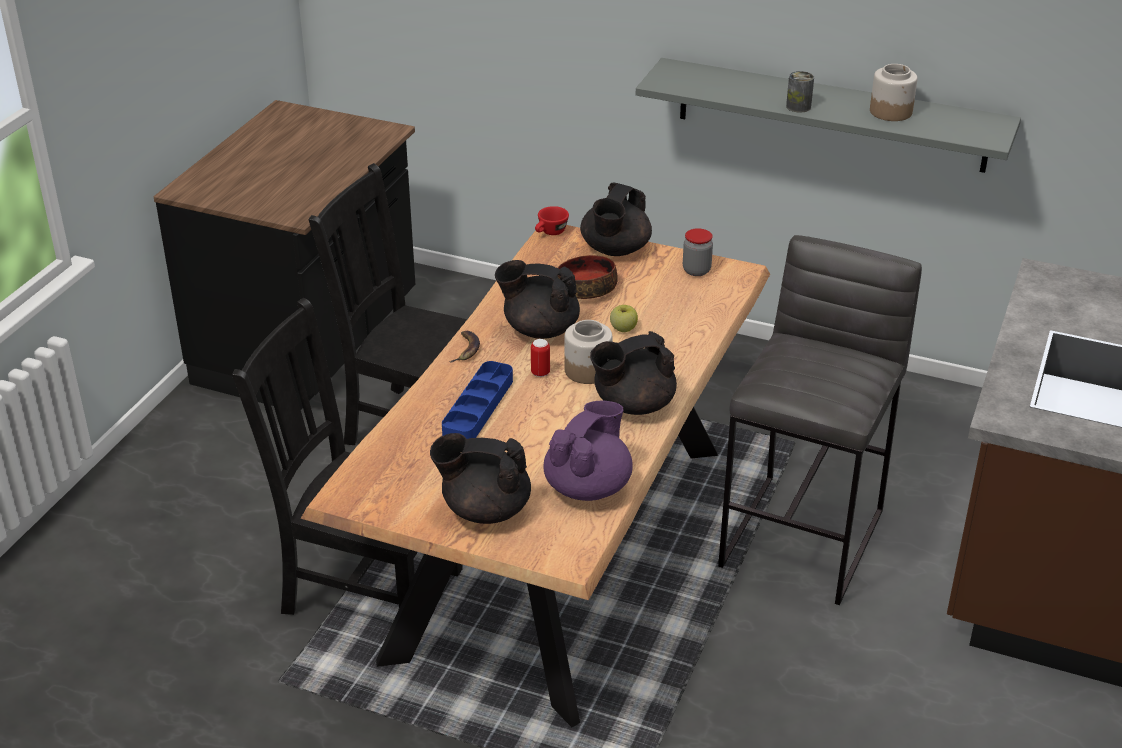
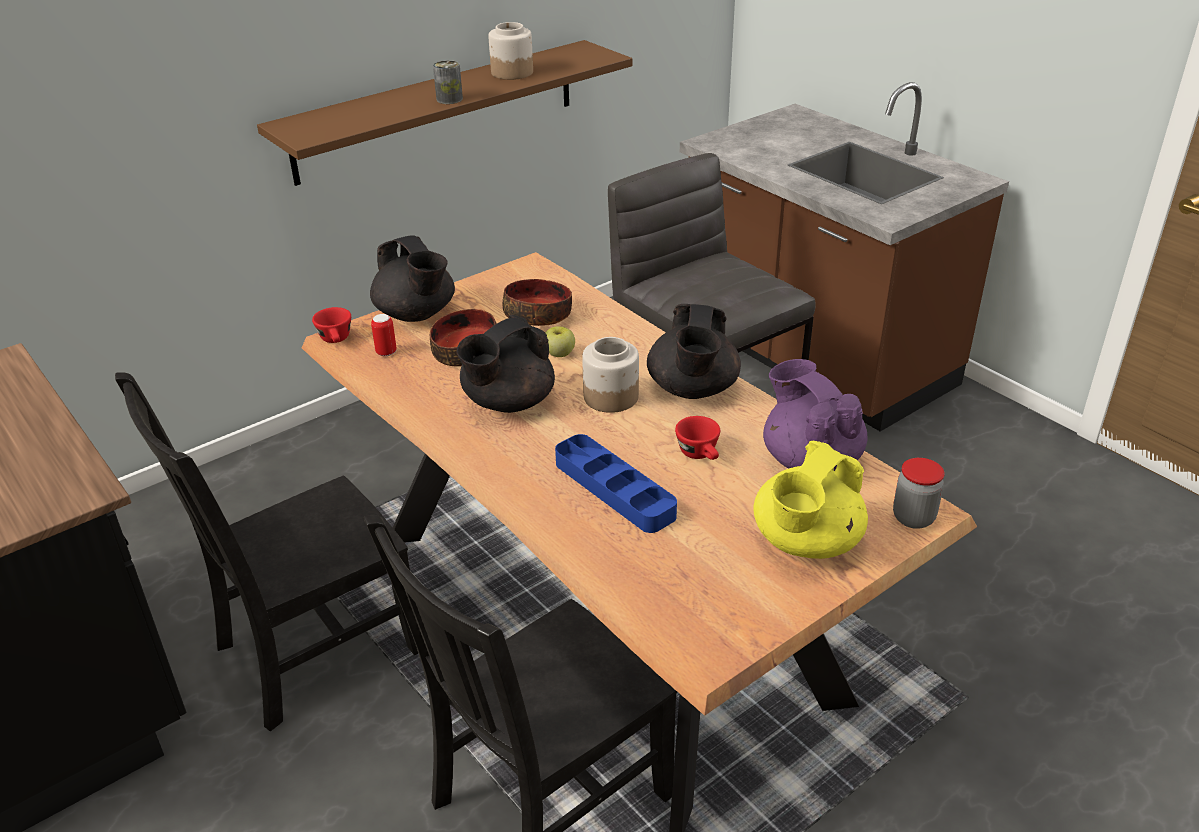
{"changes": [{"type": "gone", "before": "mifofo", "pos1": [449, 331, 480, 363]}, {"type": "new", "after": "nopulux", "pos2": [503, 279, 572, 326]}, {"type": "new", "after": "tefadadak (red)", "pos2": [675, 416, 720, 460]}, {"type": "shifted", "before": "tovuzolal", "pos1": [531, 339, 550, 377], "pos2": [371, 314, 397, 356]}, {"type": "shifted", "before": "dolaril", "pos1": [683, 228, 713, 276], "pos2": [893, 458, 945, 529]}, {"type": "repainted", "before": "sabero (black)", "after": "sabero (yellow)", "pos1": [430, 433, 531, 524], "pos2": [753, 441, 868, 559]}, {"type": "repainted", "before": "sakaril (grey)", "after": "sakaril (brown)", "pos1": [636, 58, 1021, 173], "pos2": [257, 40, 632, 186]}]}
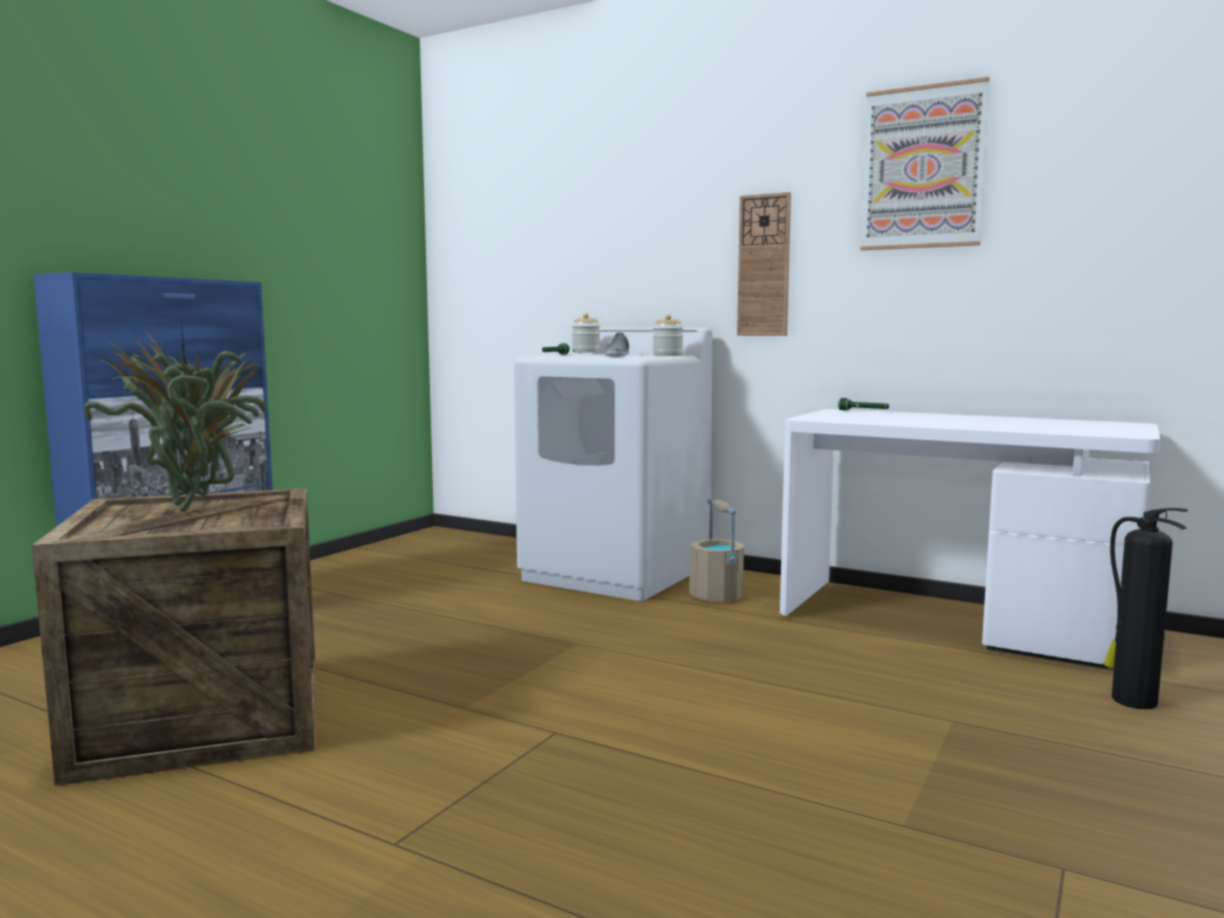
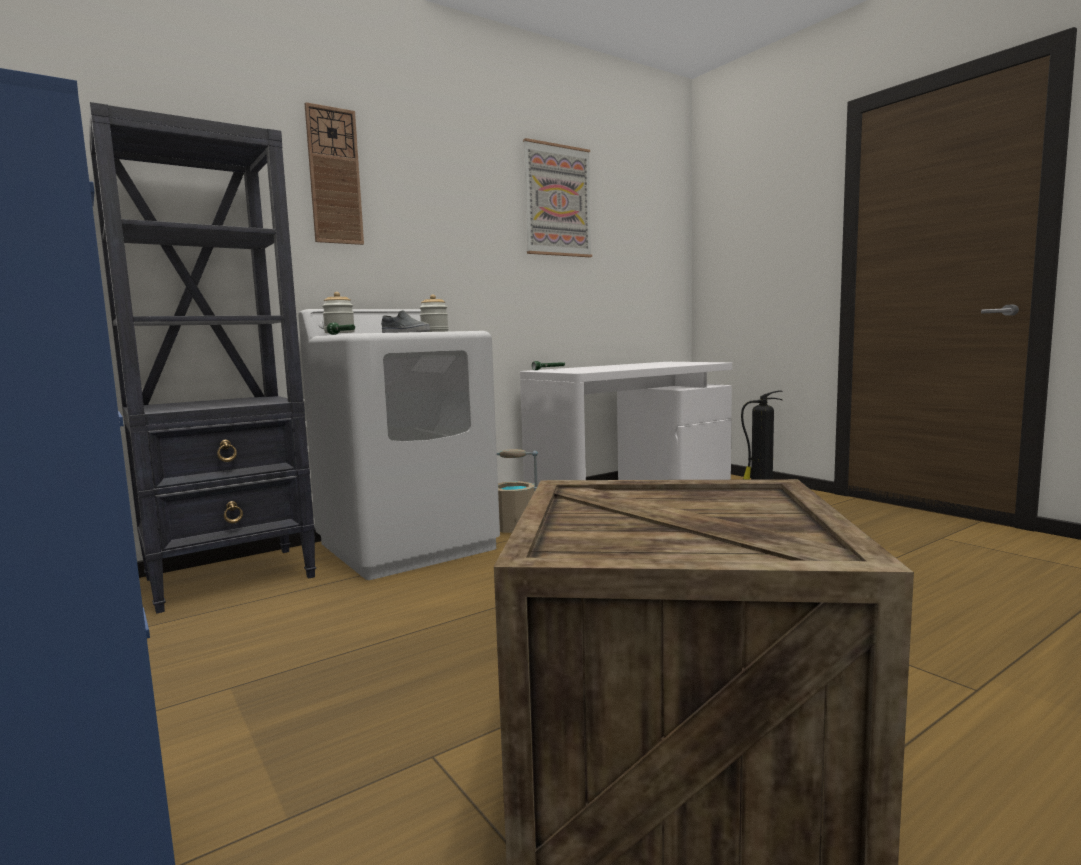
{"changes": [{"type": "gone", "before": "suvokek", "pos1": [84, 332, 267, 511]}, {"type": "new", "after": "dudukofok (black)", "pos2": [89, 102, 316, 614]}, {"type": "shifted", "before": "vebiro", "pos1": [737, 192, 791, 336], "pos2": [305, 102, 364, 245]}]}
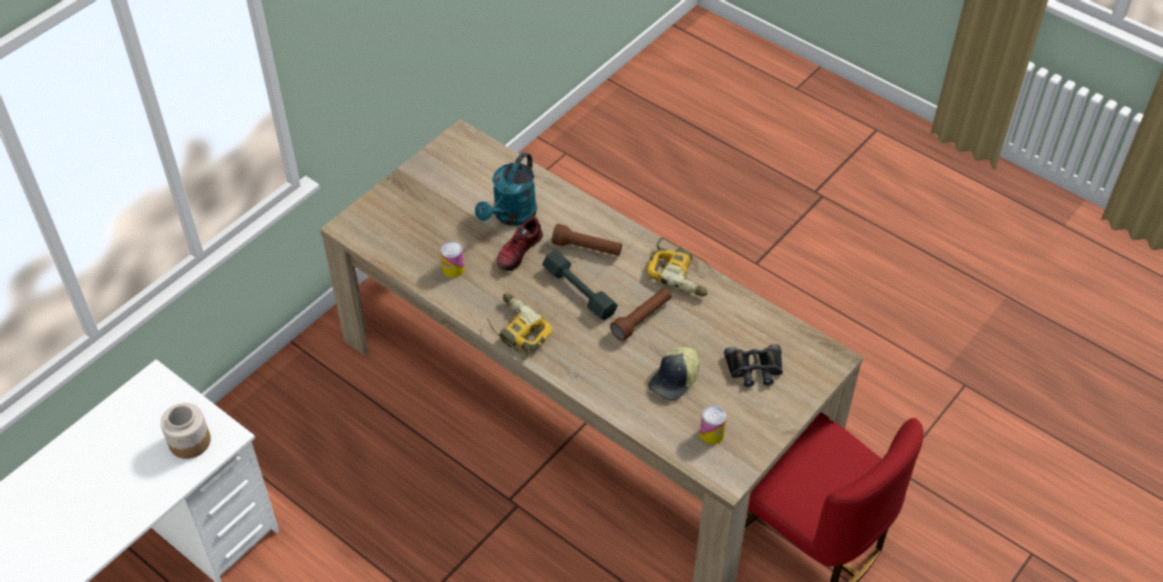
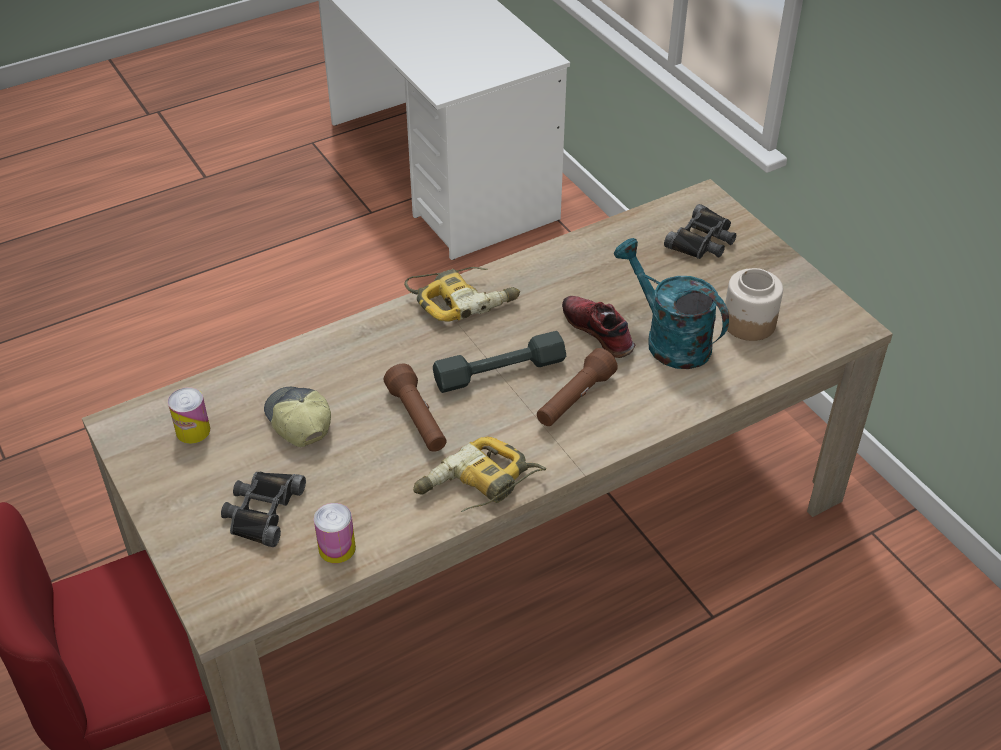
{"changes": [{"type": "new", "after": "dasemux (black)", "pos2": [664, 204, 736, 259]}, {"type": "shifted", "before": "dolaril", "pos1": [161, 403, 211, 459], "pos2": [725, 268, 783, 341]}, {"type": "shifted", "before": "tovuzolal", "pos1": [440, 241, 465, 278], "pos2": [314, 503, 356, 563]}]}
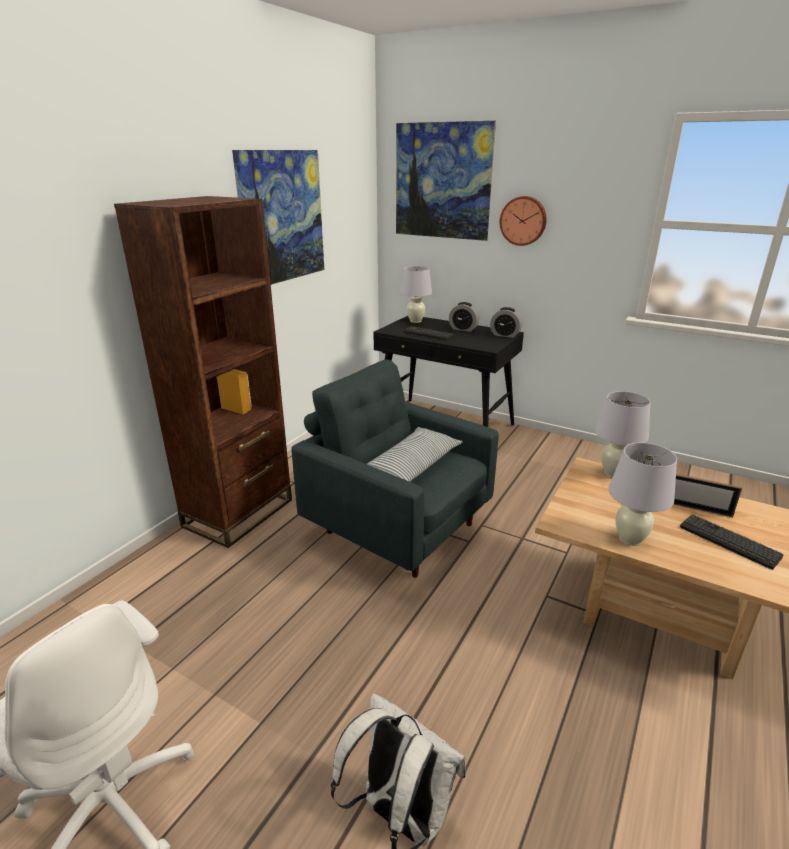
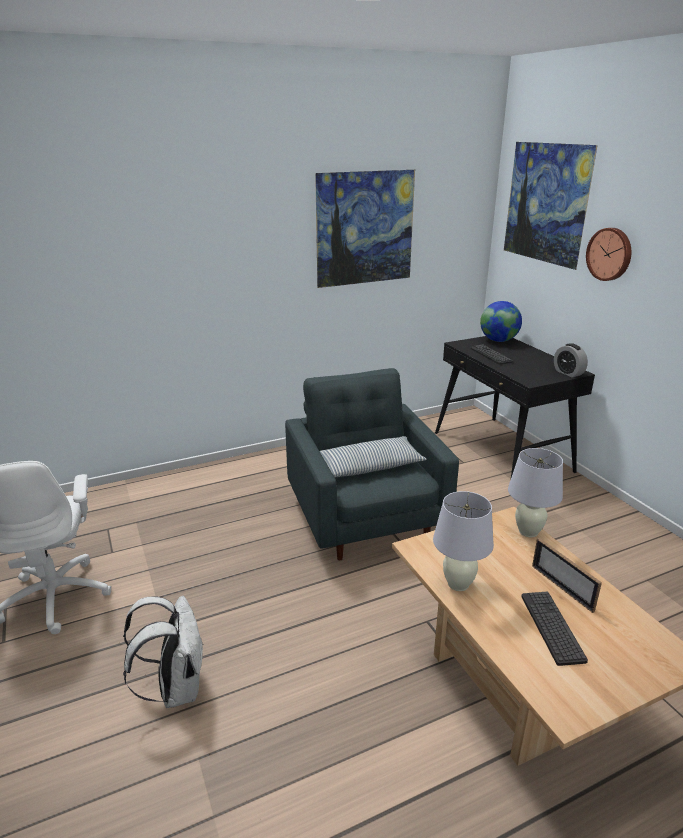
{"changes": [{"type": "gone", "before": "dudukofok (brown)", "pos1": [114, 196, 292, 548]}, {"type": "gone", "before": "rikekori", "pos1": [449, 302, 480, 332]}, {"type": "swapped", "before": "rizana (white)", "after": "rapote", "pos1": [400, 266, 432, 323], "pos2": [480, 301, 522, 342]}]}
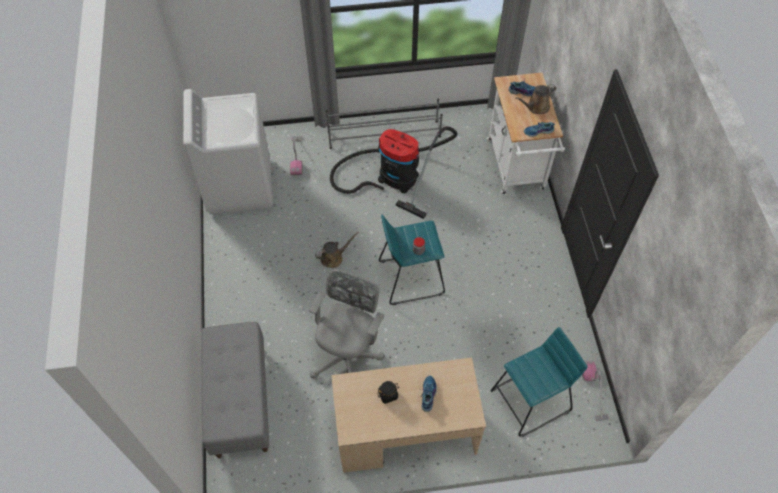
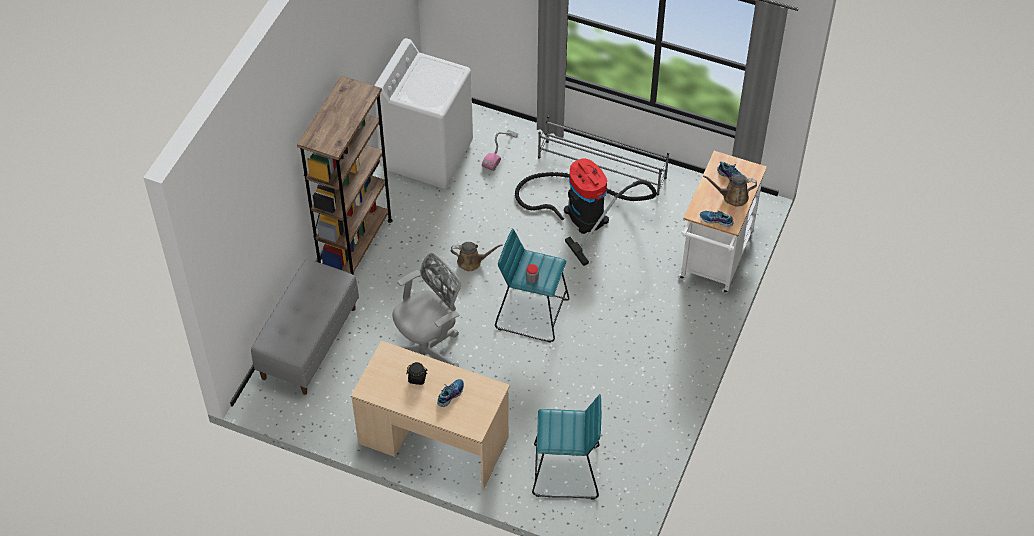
{"changes": [{"type": "gone", "before": "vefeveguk", "pos1": [582, 361, 609, 421]}, {"type": "new", "after": "dudukofok (brown)", "pos2": [297, 76, 393, 275]}]}
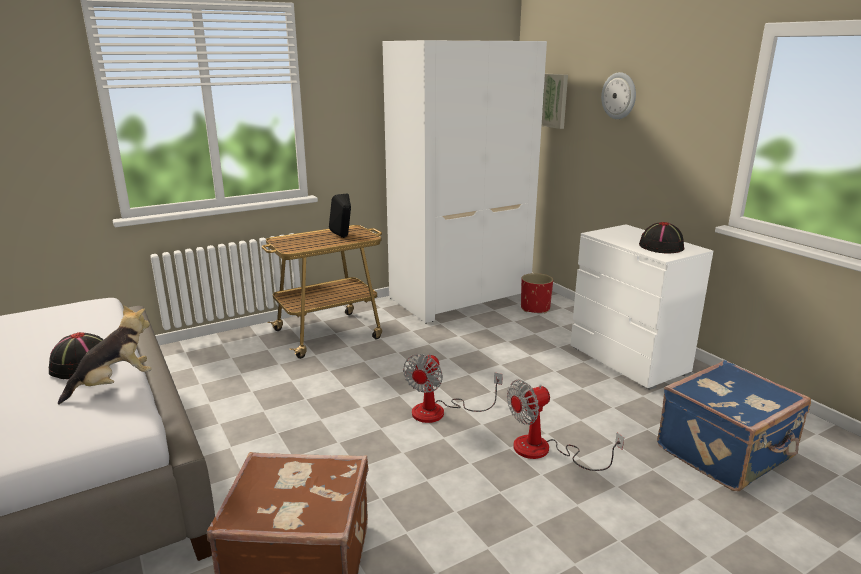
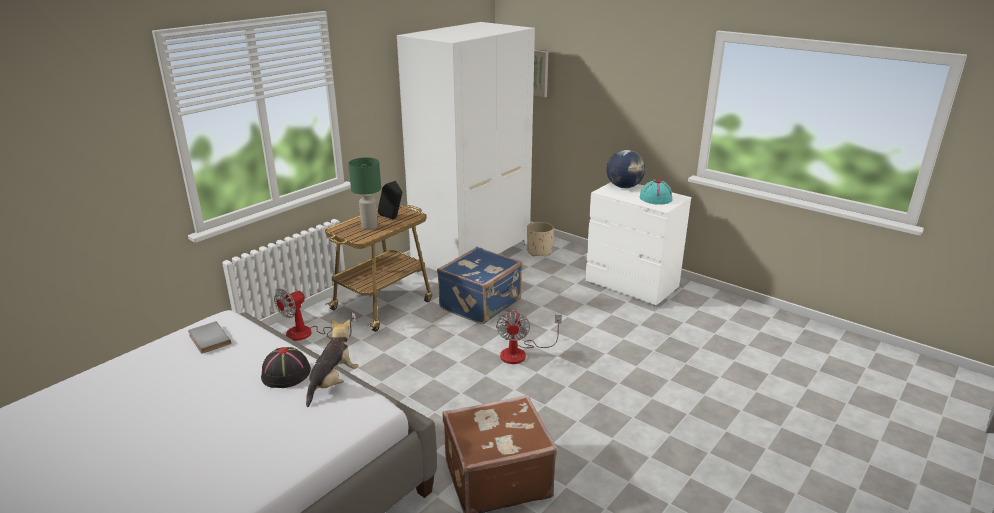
{"changes": [{"type": "gone", "before": "vebiro", "pos1": [601, 72, 636, 119]}, {"type": "new", "after": "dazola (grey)", "pos2": [188, 321, 231, 353]}, {"type": "new", "after": "rizana (green)", "pos2": [348, 157, 381, 230]}, {"type": "new", "after": "rapote", "pos2": [607, 150, 645, 188]}, {"type": "shifted", "before": "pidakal", "pos1": [507, 380, 624, 471], "pos2": [274, 289, 356, 341]}, {"type": "shifted", "before": "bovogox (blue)", "pos1": [657, 360, 811, 491], "pos2": [437, 246, 522, 324]}, {"type": "repainted", "before": "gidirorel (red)", "after": "gidirorel (beige)", "pos1": [521, 273, 553, 313], "pos2": [527, 222, 554, 257]}, {"type": "repainted", "before": "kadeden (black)", "after": "kadeden (turquoise)", "pos1": [639, 222, 685, 253], "pos2": [640, 180, 673, 205]}]}
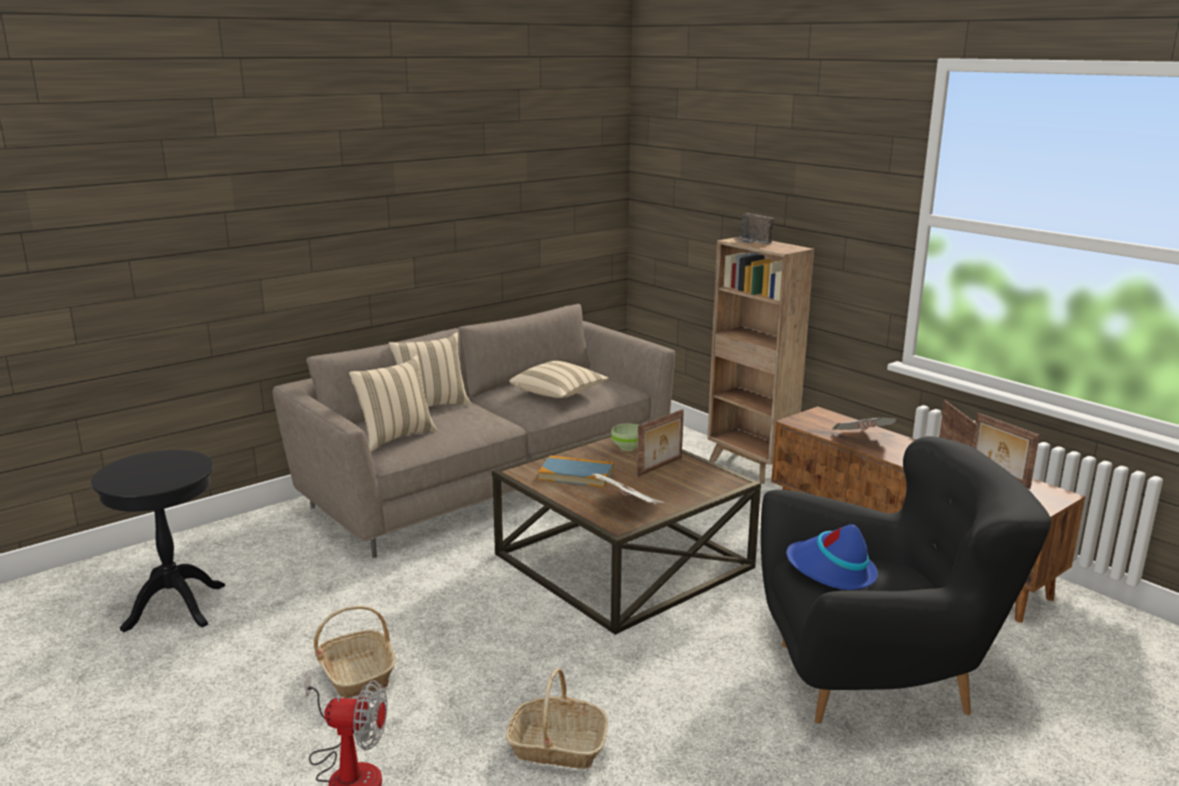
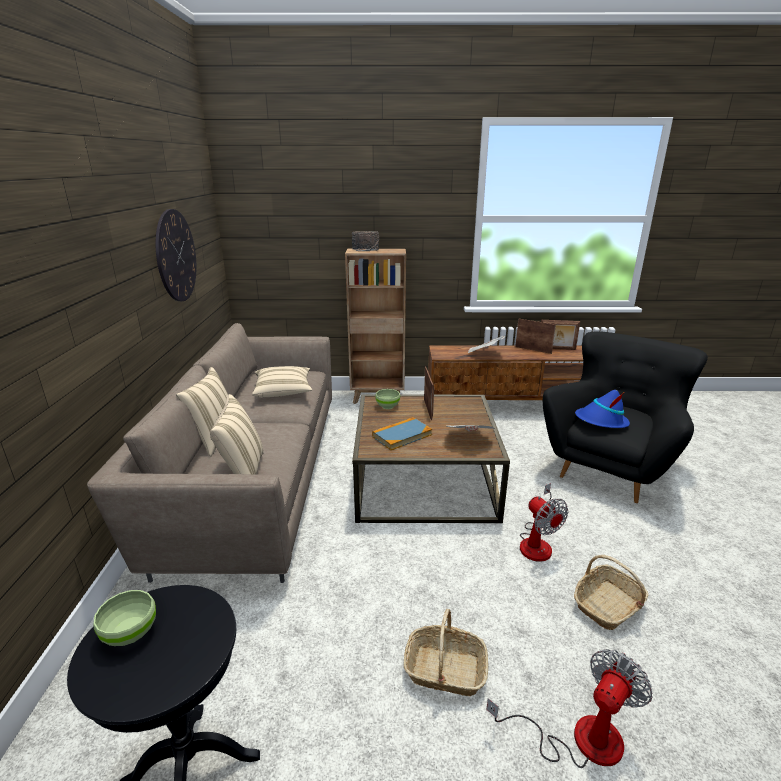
{"changes": [{"type": "new", "after": "nopulux (green)", "pos2": [93, 590, 156, 646]}, {"type": "new", "after": "vebiro", "pos2": [156, 209, 196, 301]}, {"type": "new", "after": "pidakal", "pos2": [520, 483, 568, 562]}]}
